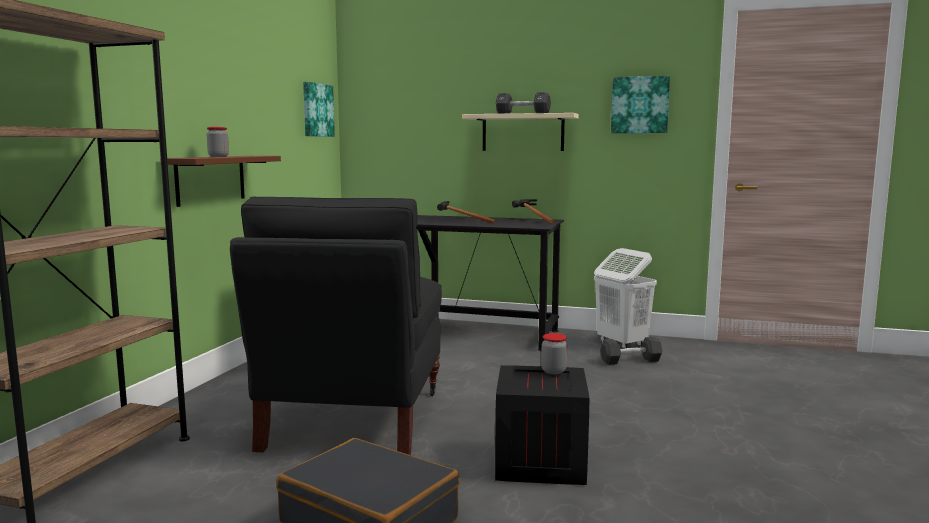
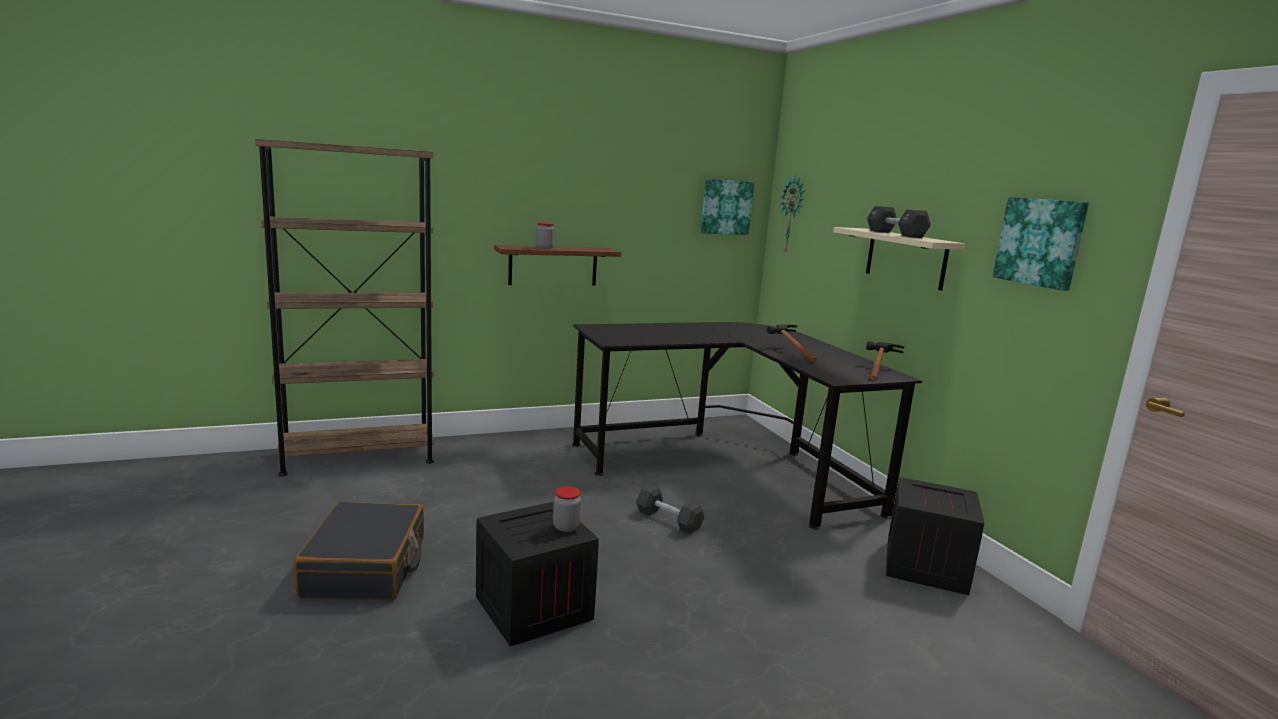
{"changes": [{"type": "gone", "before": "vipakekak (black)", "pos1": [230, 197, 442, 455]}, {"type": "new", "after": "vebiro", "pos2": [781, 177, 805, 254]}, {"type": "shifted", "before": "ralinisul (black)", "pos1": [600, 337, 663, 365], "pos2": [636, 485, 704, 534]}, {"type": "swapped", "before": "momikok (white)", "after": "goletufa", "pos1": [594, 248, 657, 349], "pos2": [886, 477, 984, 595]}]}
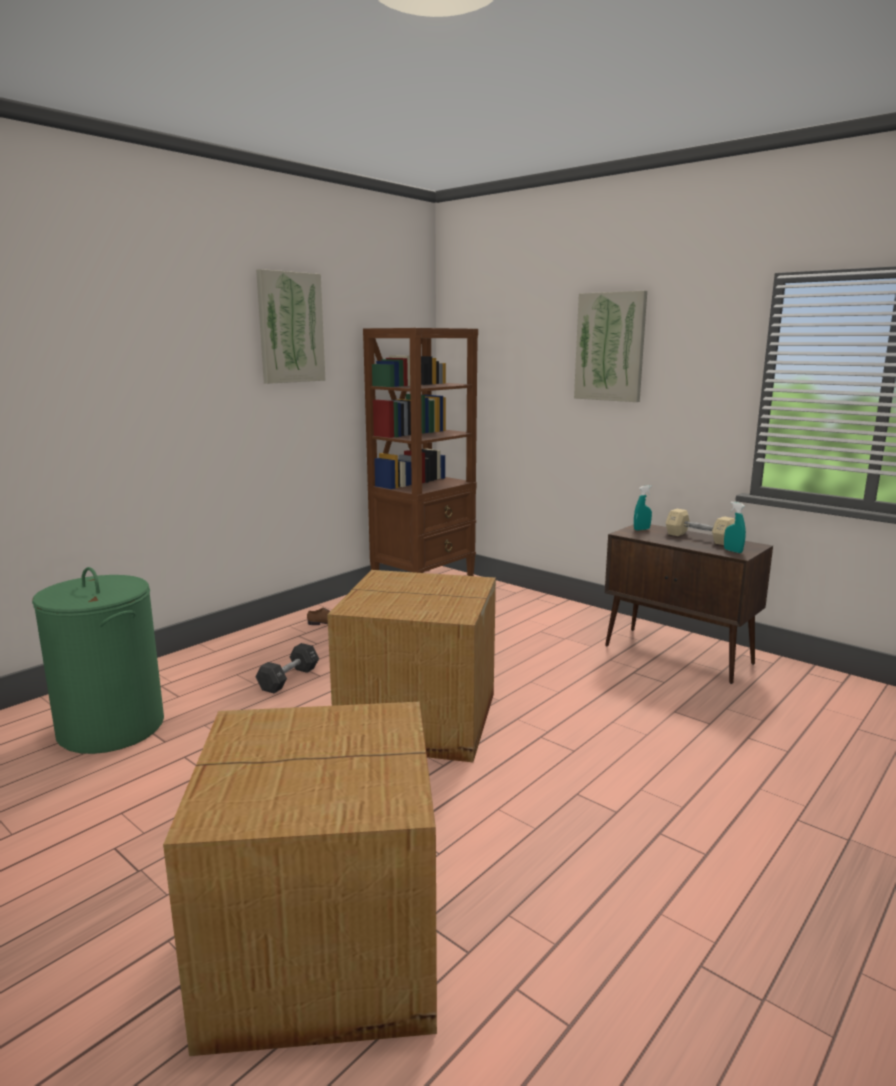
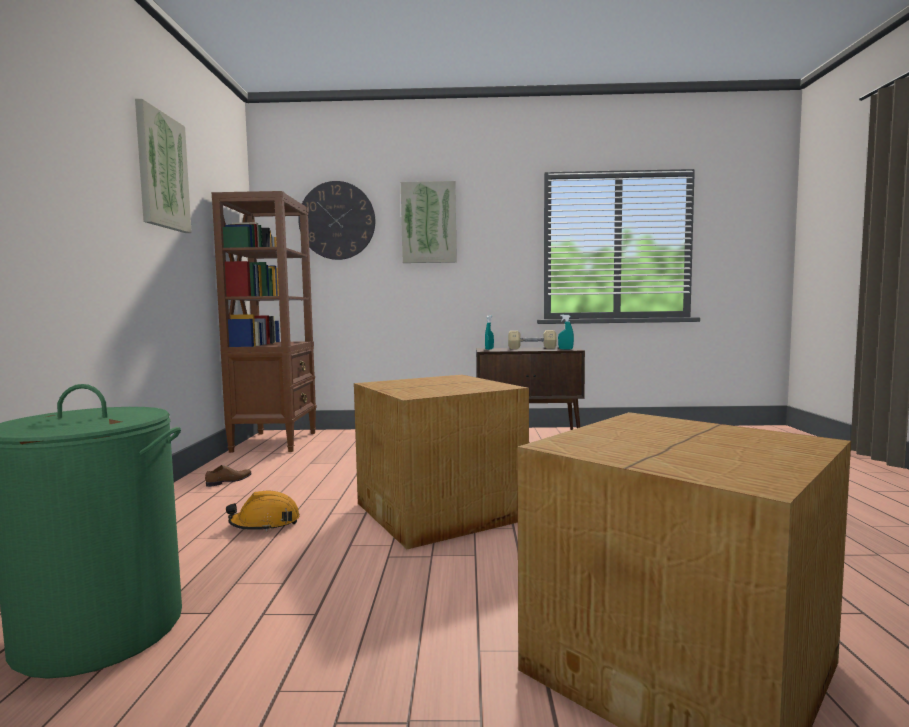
{"changes": [{"type": "new", "after": "vebiro", "pos2": [298, 181, 375, 260]}, {"type": "swapped", "before": "ralinisul (black)", "after": "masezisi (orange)", "pos1": [256, 643, 319, 693], "pos2": [226, 491, 300, 532]}]}
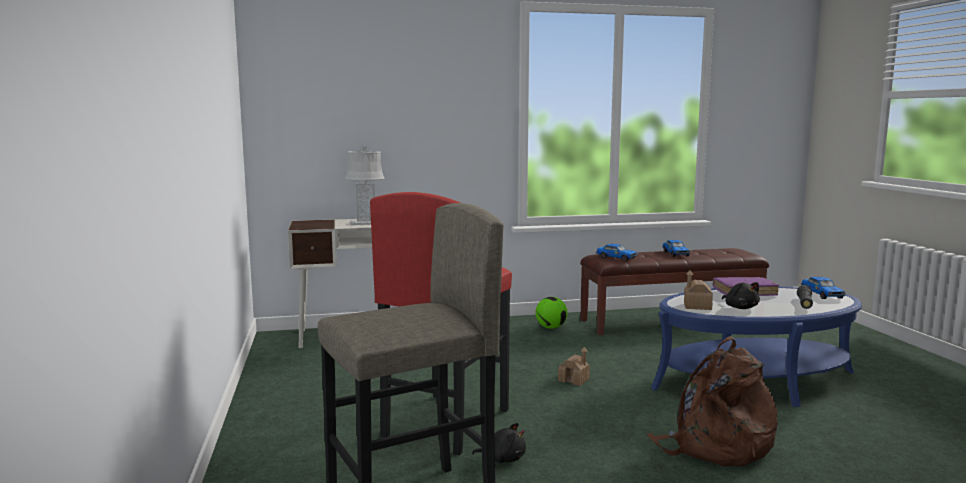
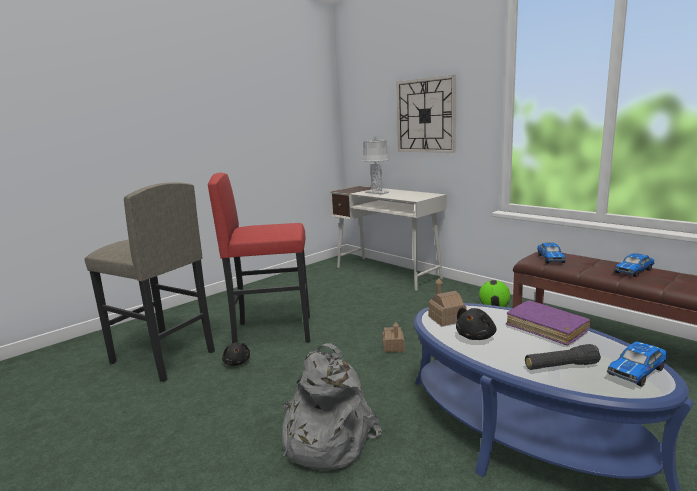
{"changes": [{"type": "new", "after": "vebiro", "pos2": [396, 75, 456, 153]}, {"type": "repainted", "before": "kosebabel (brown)", "after": "kosebabel (grey)", "pos1": [647, 336, 778, 467], "pos2": [281, 343, 382, 471]}]}
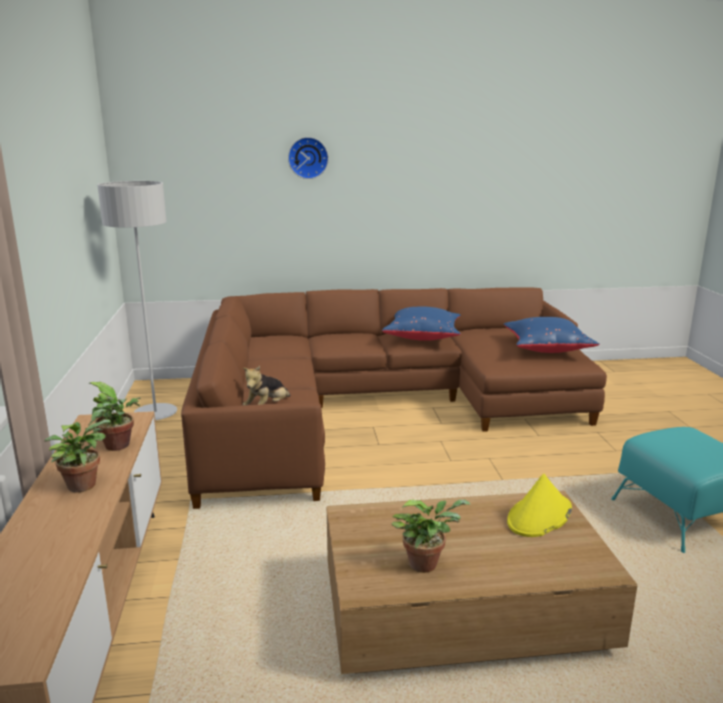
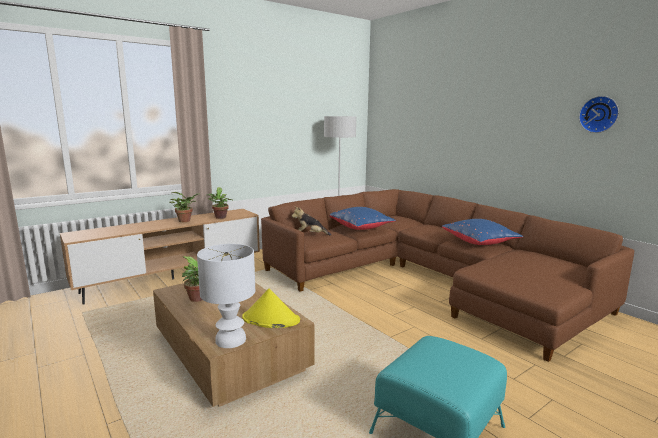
{"changes": [{"type": "new", "after": "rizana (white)", "pos2": [197, 244, 255, 348]}, {"type": "shifted", "before": "vebiro", "pos1": [288, 137, 329, 179], "pos2": [579, 96, 619, 133]}, {"type": "shifted", "before": "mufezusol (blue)", "pos1": [504, 317, 600, 353], "pos2": [329, 207, 396, 230]}]}
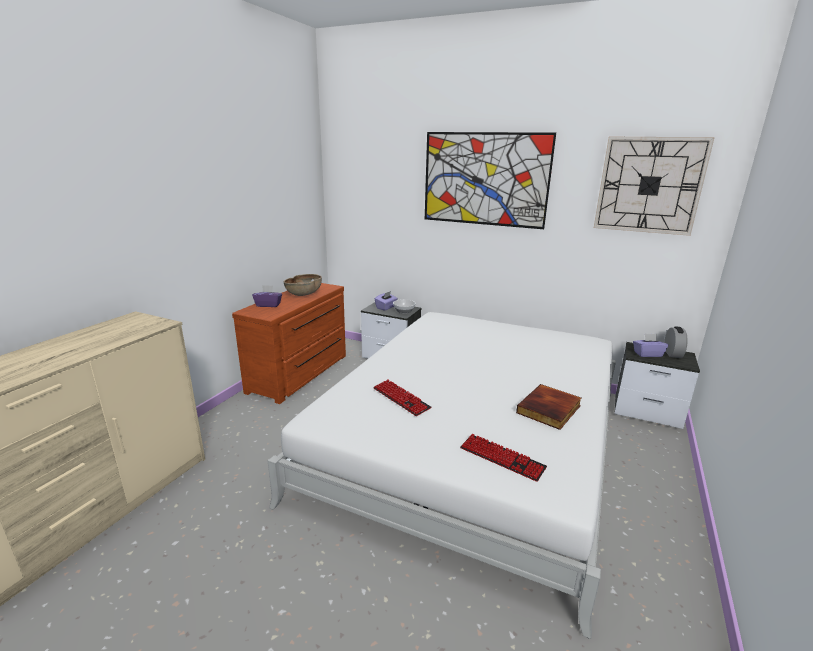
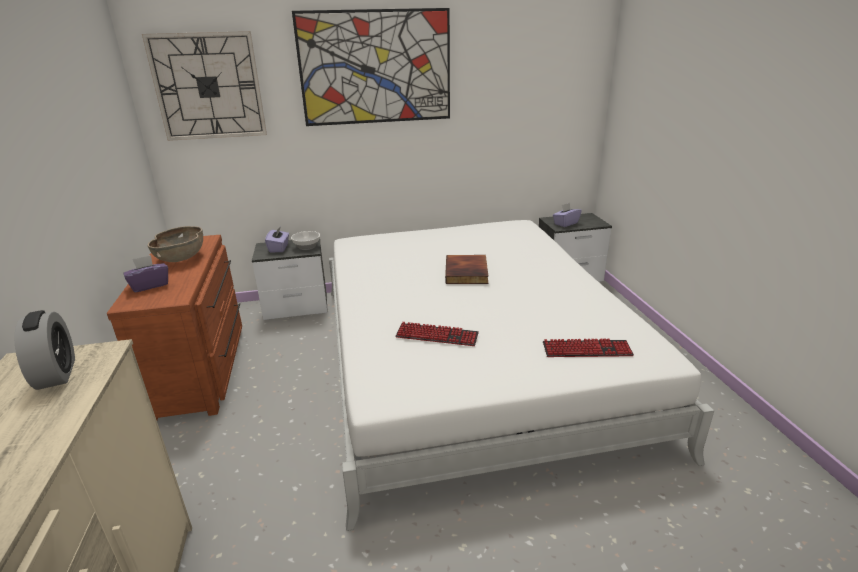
{"changes": [{"type": "shifted", "before": "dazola", "pos1": [516, 384, 582, 430], "pos2": [445, 255, 489, 284]}, {"type": "shifted", "before": "vebiro", "pos1": [594, 137, 715, 236], "pos2": [142, 31, 267, 141]}, {"type": "shifted", "before": "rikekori", "pos1": [664, 326, 688, 358], "pos2": [15, 310, 75, 390]}]}
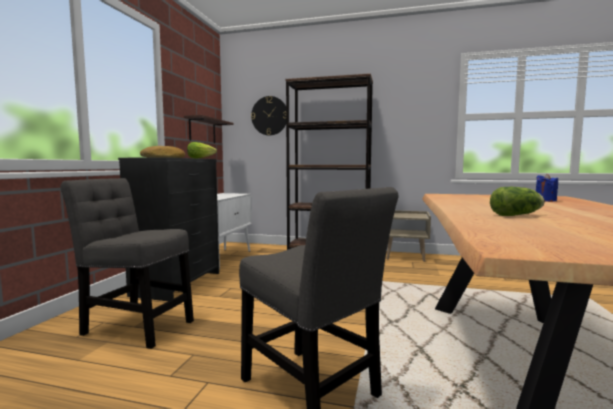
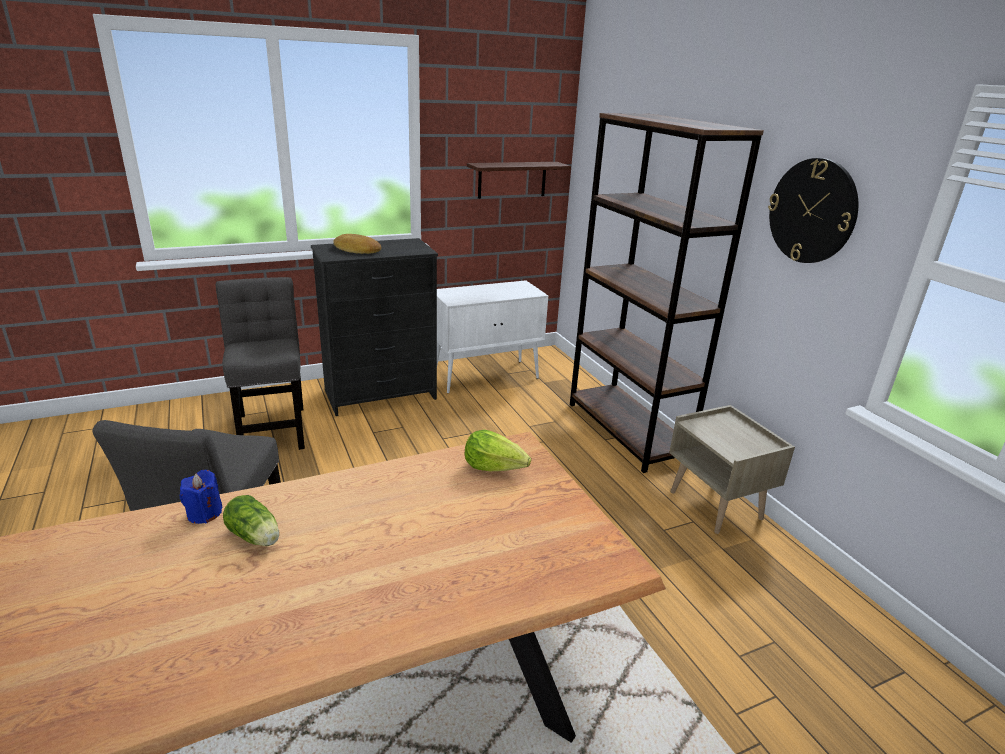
{"changes": [{"type": "shifted", "before": "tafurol", "pos1": [187, 142, 217, 158], "pos2": [465, 430, 531, 471]}, {"type": "shifted", "before": "vebiro", "pos1": [251, 96, 286, 136], "pos2": [768, 158, 858, 263]}, {"type": "shifted", "before": "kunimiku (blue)", "pos1": [536, 174, 558, 202], "pos2": [180, 470, 223, 524]}]}
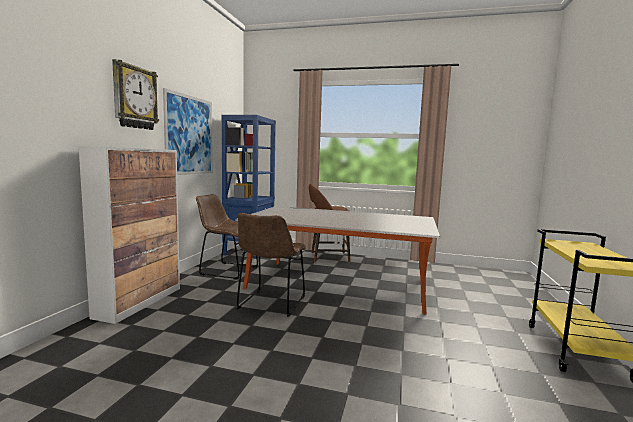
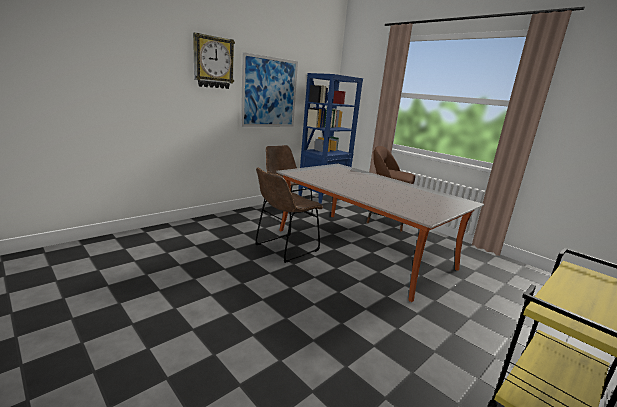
{"changes": [{"type": "gone", "before": "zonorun", "pos1": [79, 146, 180, 324]}]}
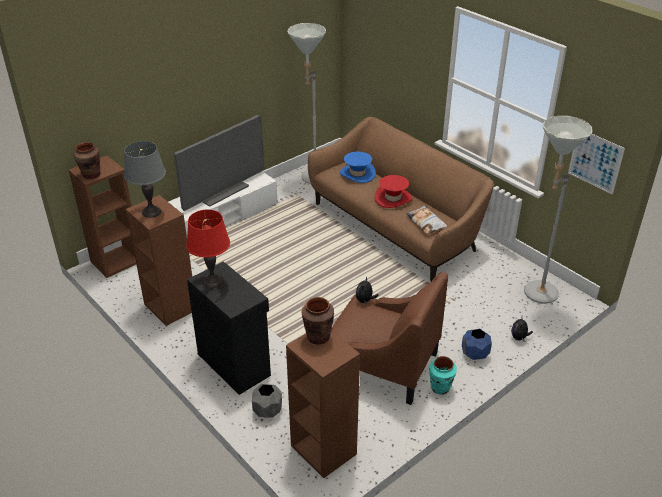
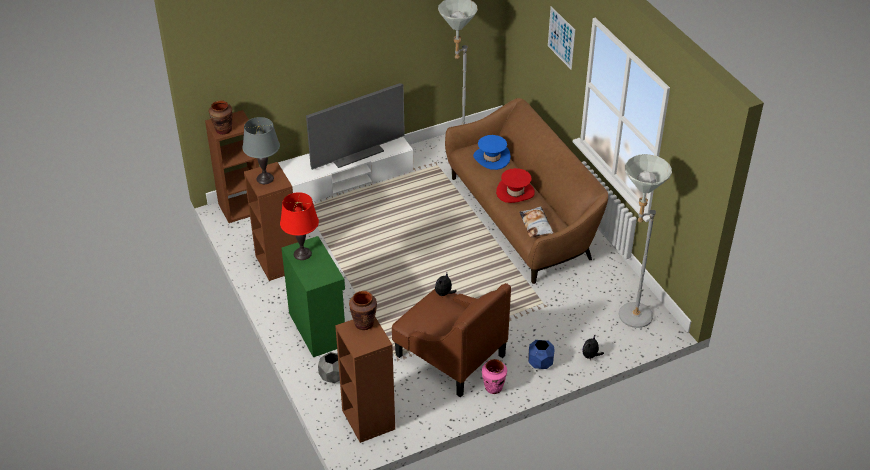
{"changes": [{"type": "shifted", "before": "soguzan", "pos1": [568, 134, 625, 195], "pos2": [548, 6, 575, 70]}, {"type": "repainted", "before": "zonorun (black)", "after": "zonorun (green)", "pos1": [187, 261, 271, 395], "pos2": [282, 236, 345, 357]}, {"type": "repainted", "before": "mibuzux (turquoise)", "after": "mibuzux (pink)", "pos1": [429, 356, 457, 395], "pos2": [482, 359, 507, 394]}]}
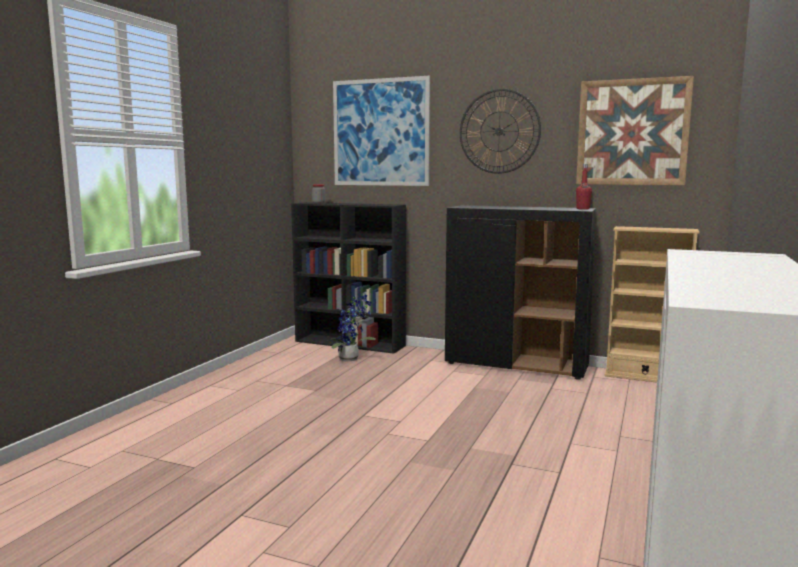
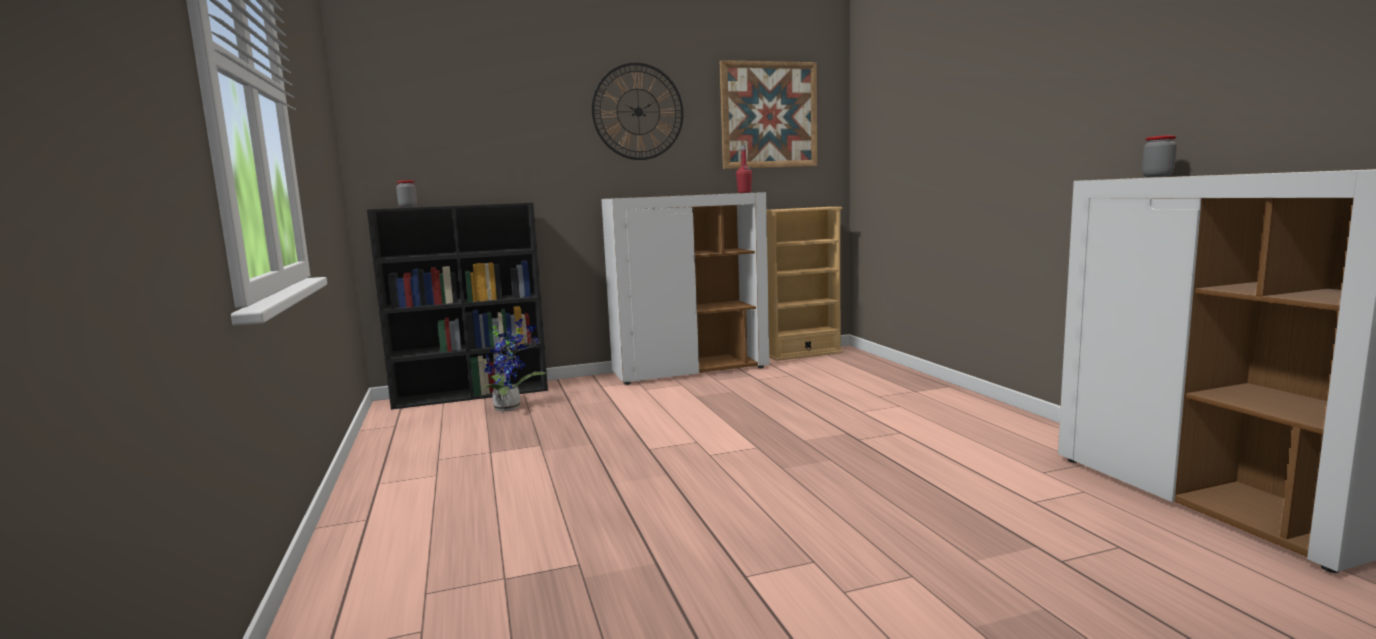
{"changes": [{"type": "gone", "before": "soguzan", "pos1": [333, 76, 430, 186]}, {"type": "new", "after": "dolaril", "pos2": [1142, 135, 1177, 177]}, {"type": "repainted", "before": "zonorun (black)", "after": "zonorun (white)", "pos1": [445, 205, 596, 380], "pos2": [601, 192, 769, 385]}]}
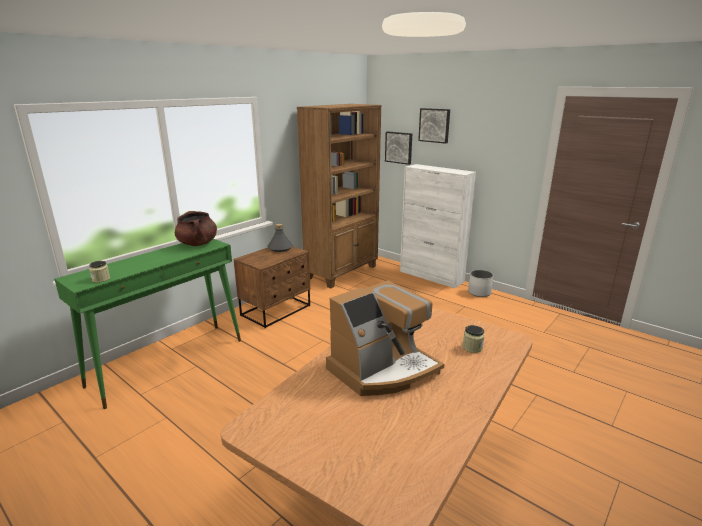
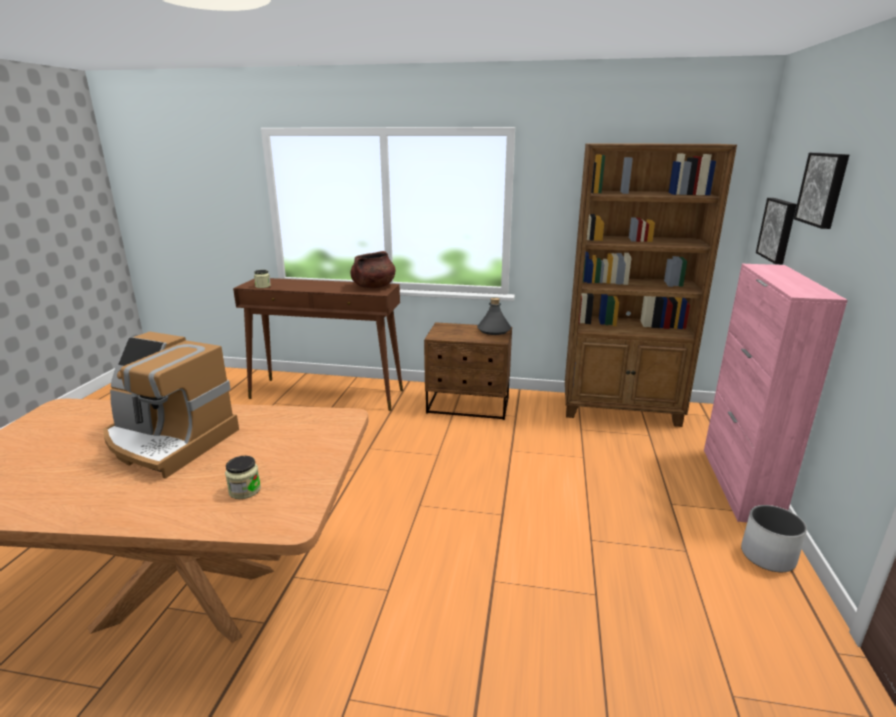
{"changes": [{"type": "repainted", "before": "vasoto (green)", "after": "vasoto (brown)", "pos1": [54, 239, 241, 409], "pos2": [233, 278, 403, 411]}, {"type": "repainted", "before": "zonorun (white)", "after": "zonorun (pink)", "pos1": [400, 164, 476, 288], "pos2": [704, 264, 848, 523]}]}
